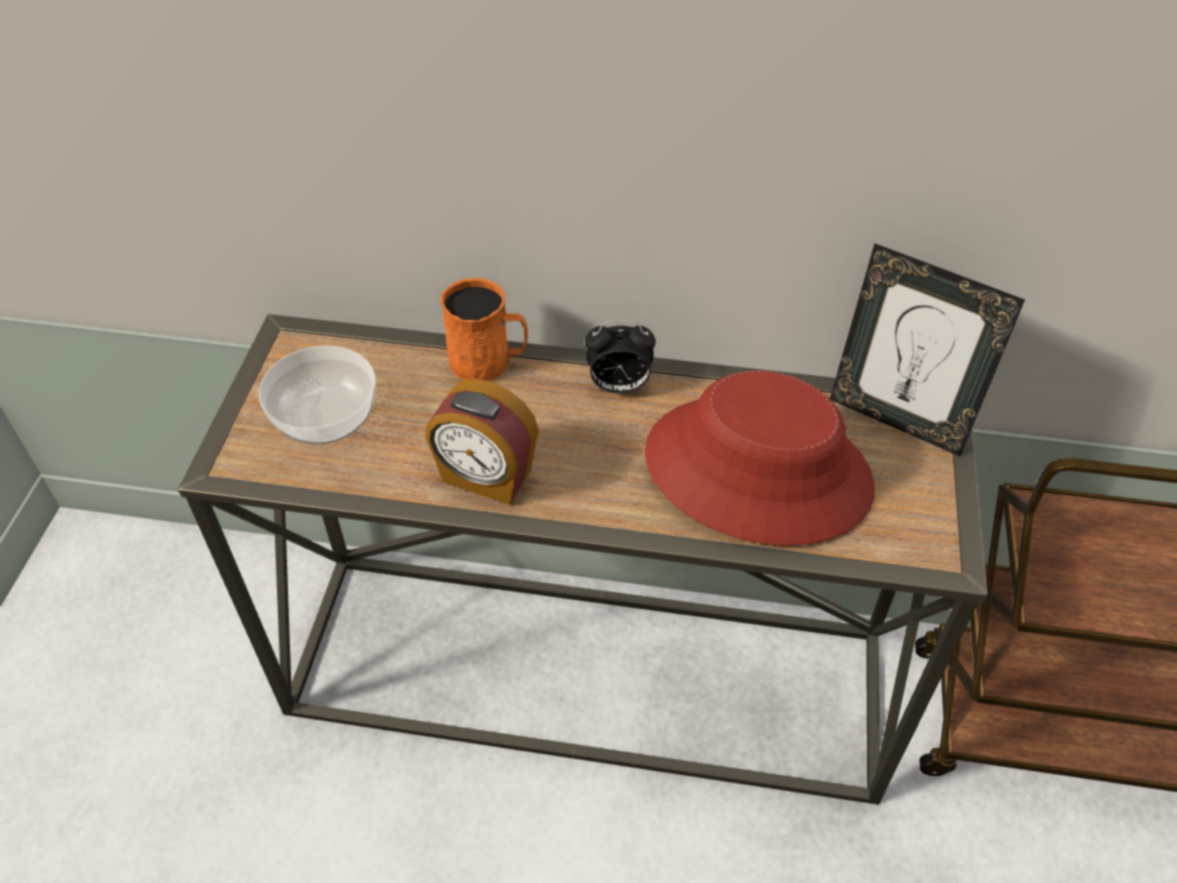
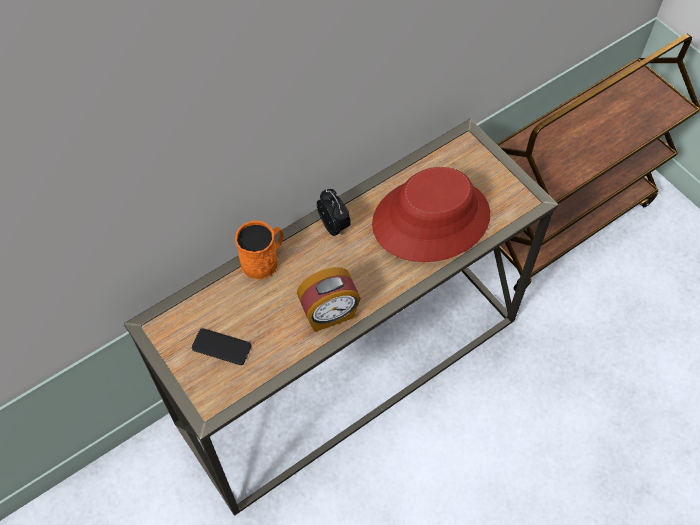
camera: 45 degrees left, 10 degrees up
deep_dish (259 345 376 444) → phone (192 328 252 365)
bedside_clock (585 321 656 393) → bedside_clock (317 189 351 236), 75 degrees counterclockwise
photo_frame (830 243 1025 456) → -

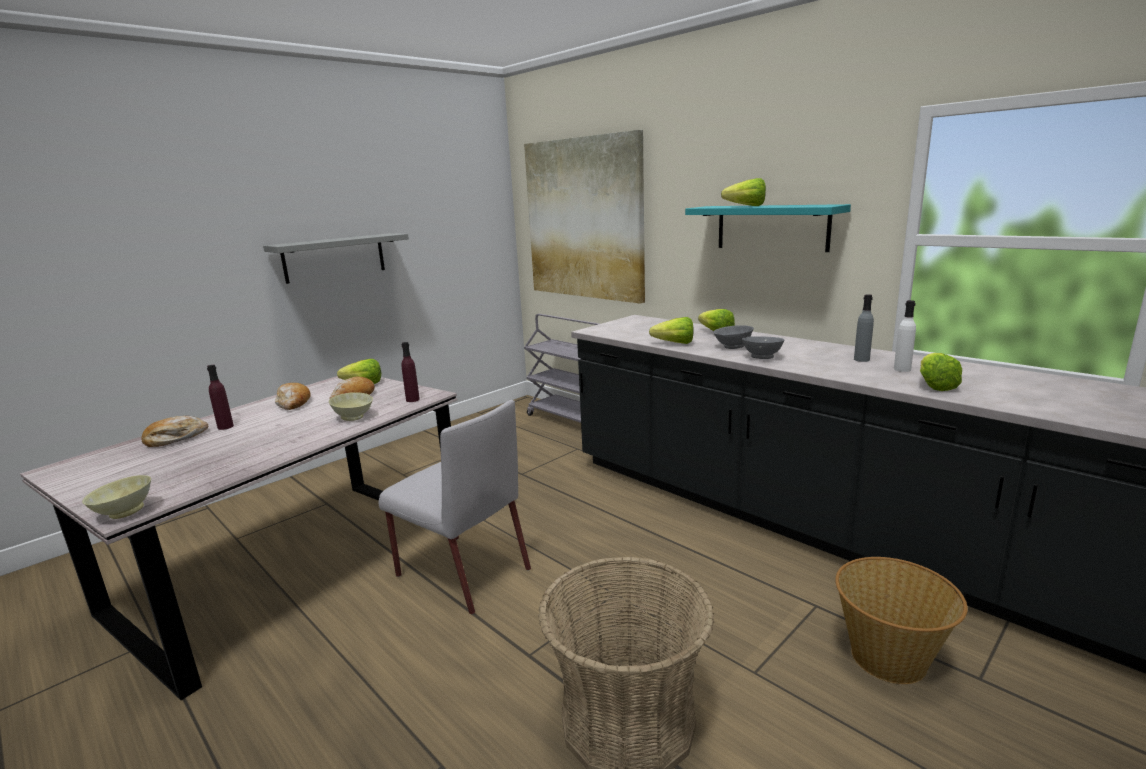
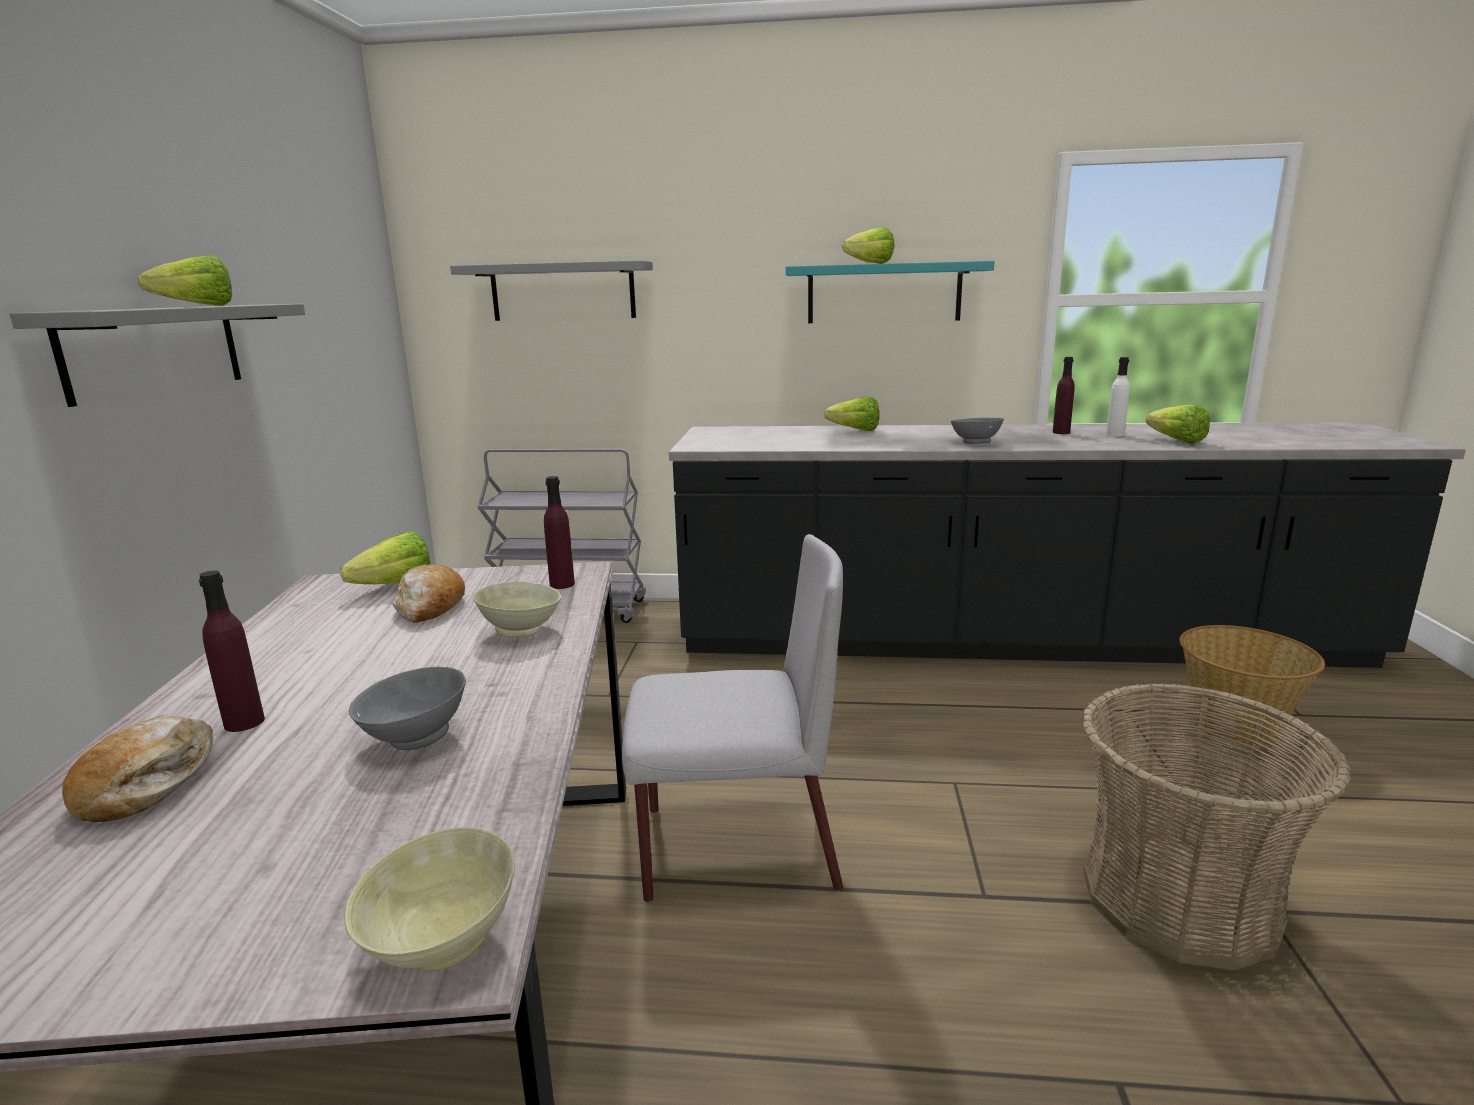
camera: 40 degrees left, 0 degrees up
head_of_lettuce (649 317 693 344) → head_of_lettuce (138 255 232 306), relocated
greyish_deep_dish (714 325 754 349) → greyish_deep_dish (349 667 466 750), relocated
picture (524 130 645 304) → greyish_bracket_shelf (450 260 653 321)
greyish_beverage_bottle (854 294 874 362) → purplish_beverage_bottle (1053 357 1075 434)
baked_bread (275 383 311 410) → -

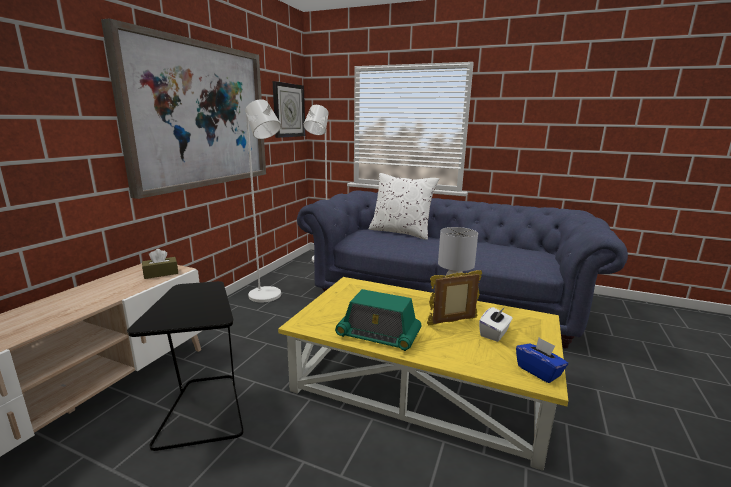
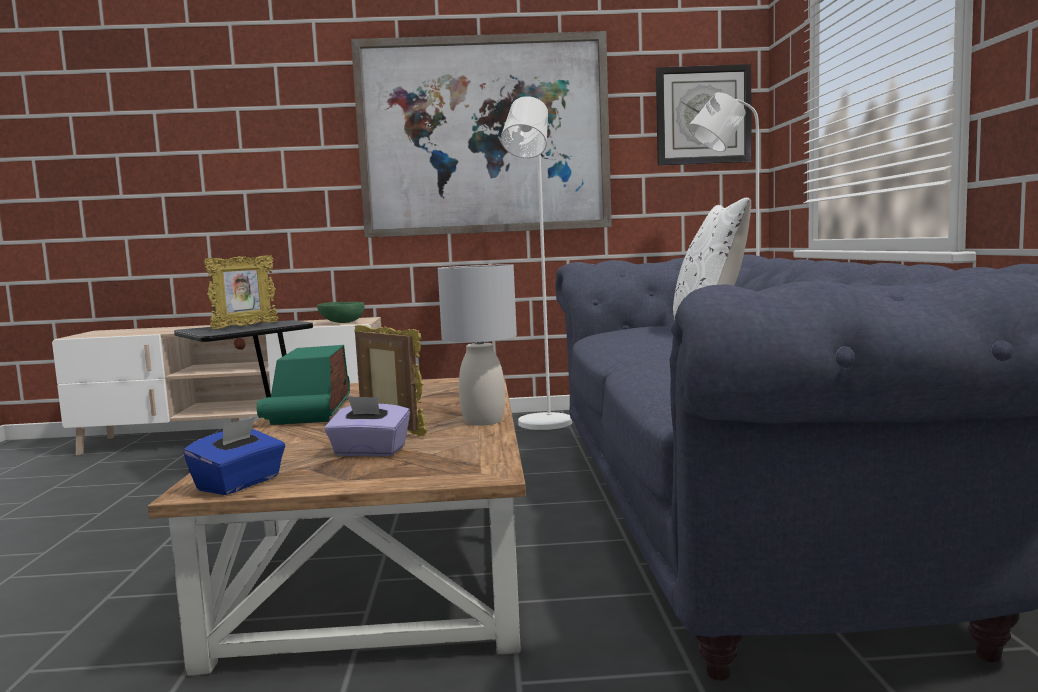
camera: 65 degrees right, 10 degrees down
yellow_low_table (278 277 568 471) → brownish_low_table (148 375 526 676)
- → photo_frame (204 255 278 329)
brownish_tissue_box (142 249 178 279) → green-coloured_deep_dish (317 302 364 323)
whitish_tissue_box (479 307 513 342) → purplish_tissue_box (325 396 410 457)

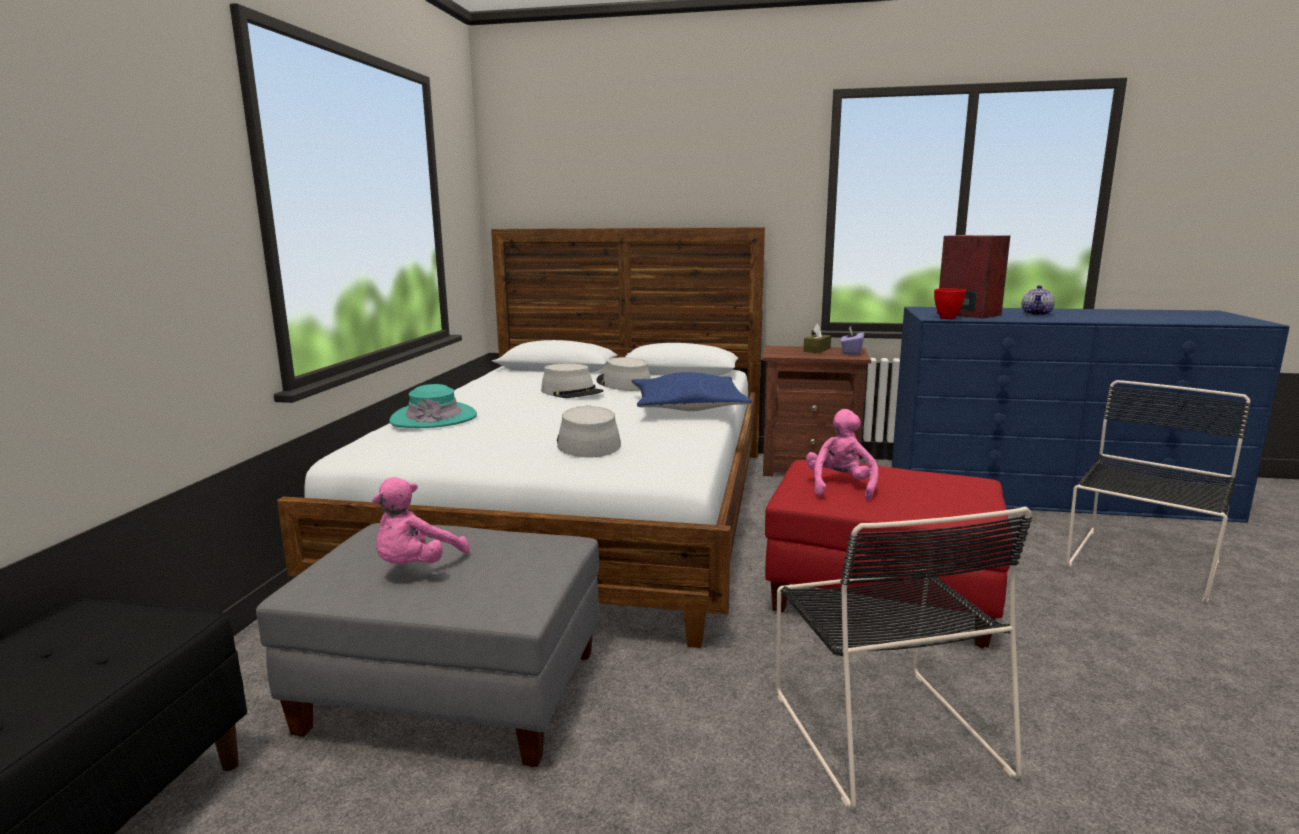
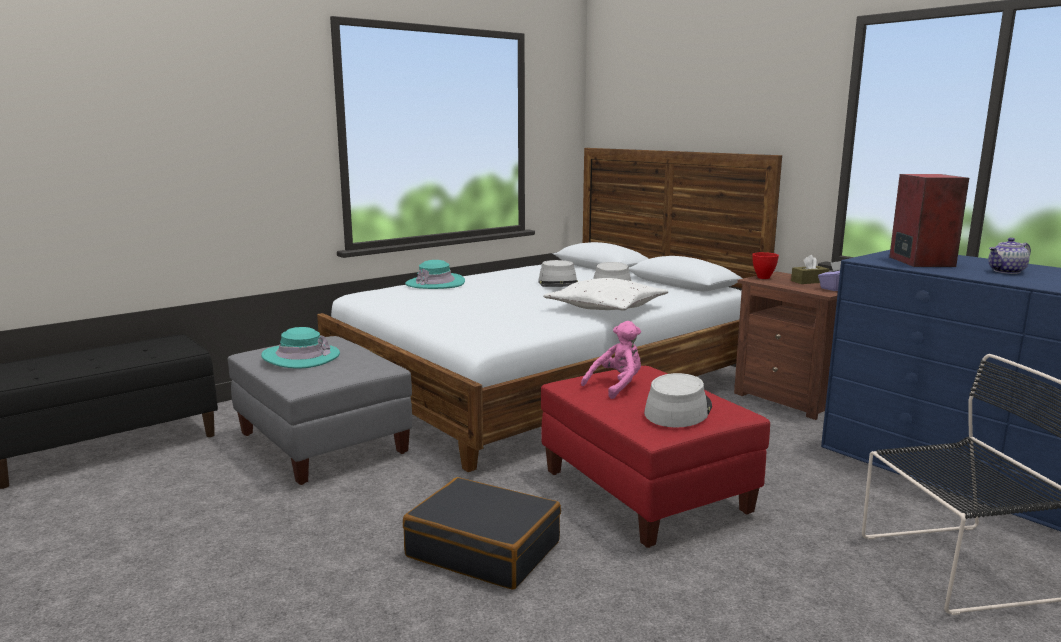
camera: 40 degrees right, 0 degrees up
pink-coloured_cuddly_toy (372 477 469 564) → turquoise-coloured_clothing_hat (261 327 340 368)
black_chair (776 507 1032 809) → black_piece_of_luggage (403 477 561 590)
bluish_pillow (632 372 752 411) → whitish_pillow (543 278 668 311)
greyish_clothing_hat (557 406 621 458) → greyish_clothing_hat (644 373 712 428), relocated
reddish_deep_dish (934 288 966 319) → reddish_deep_dish (752 252 779 279), relocated

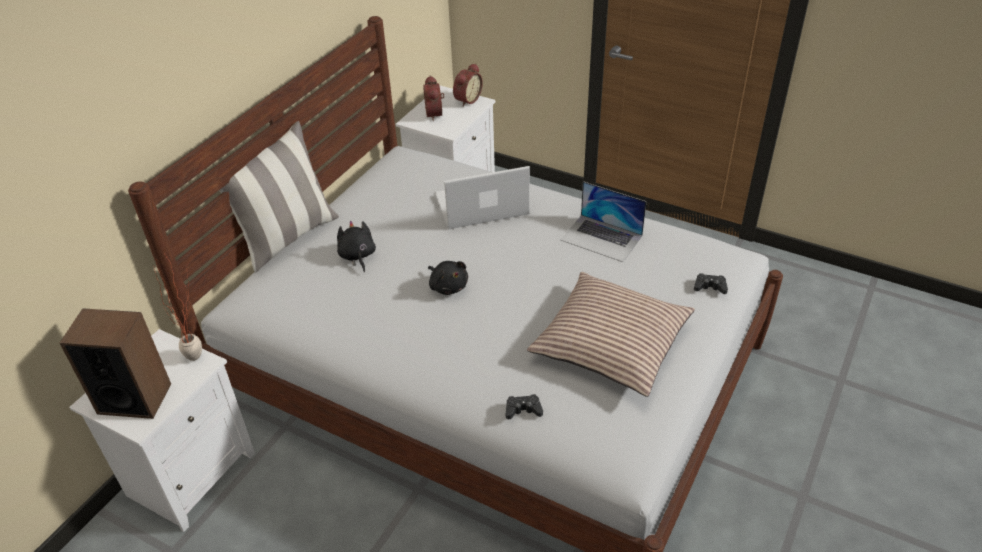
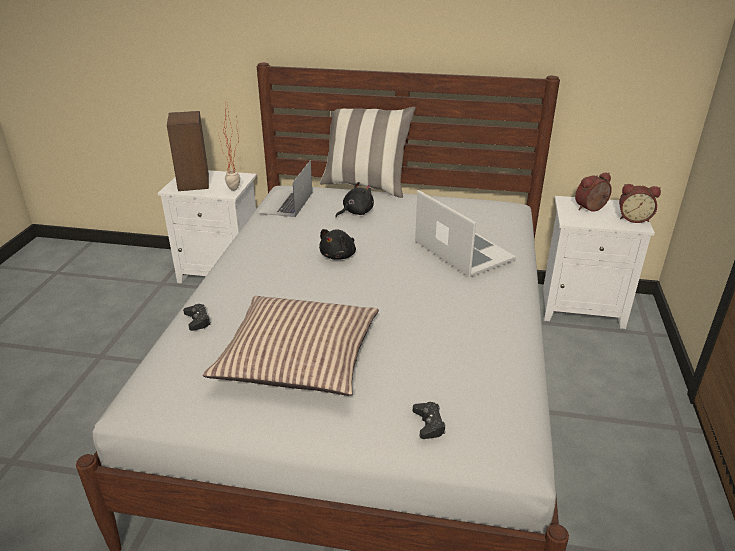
camera: 70 degrees right, 10 degrees down
notebook_computer (561 181 647 262) → notebook_computer (258 160 312 217), relocated

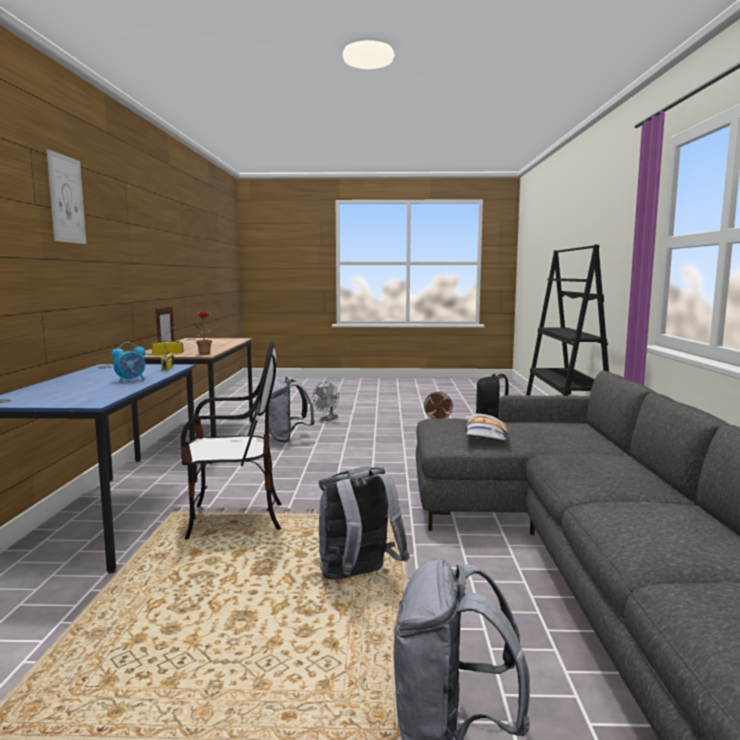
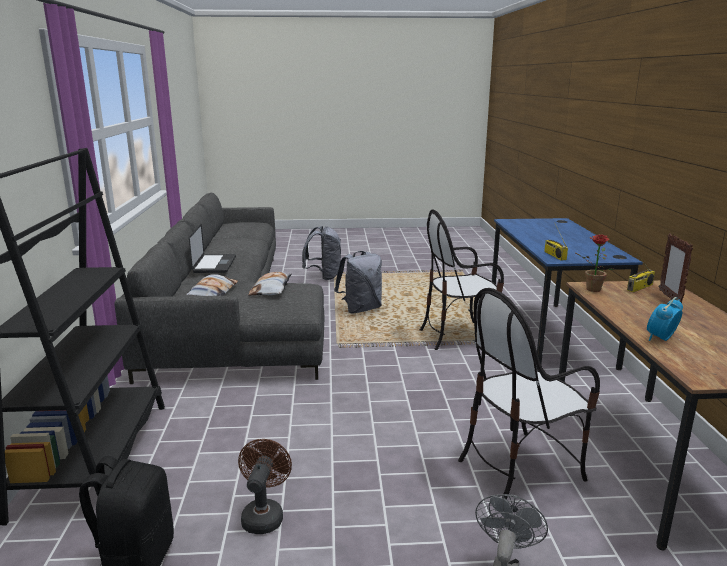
camera: 175 degrees right, 10 degrees up
- → pillow (186 274 238 296)
- → notebook_computer (189 224 236 273)
greyish_rucksack (265 377 315 443) → chair (458 288 600 499)
bedside_clock (112 342 146 382) → bedside_clock (647 297 683 341), relocated
picture (46 149 86 244) → -

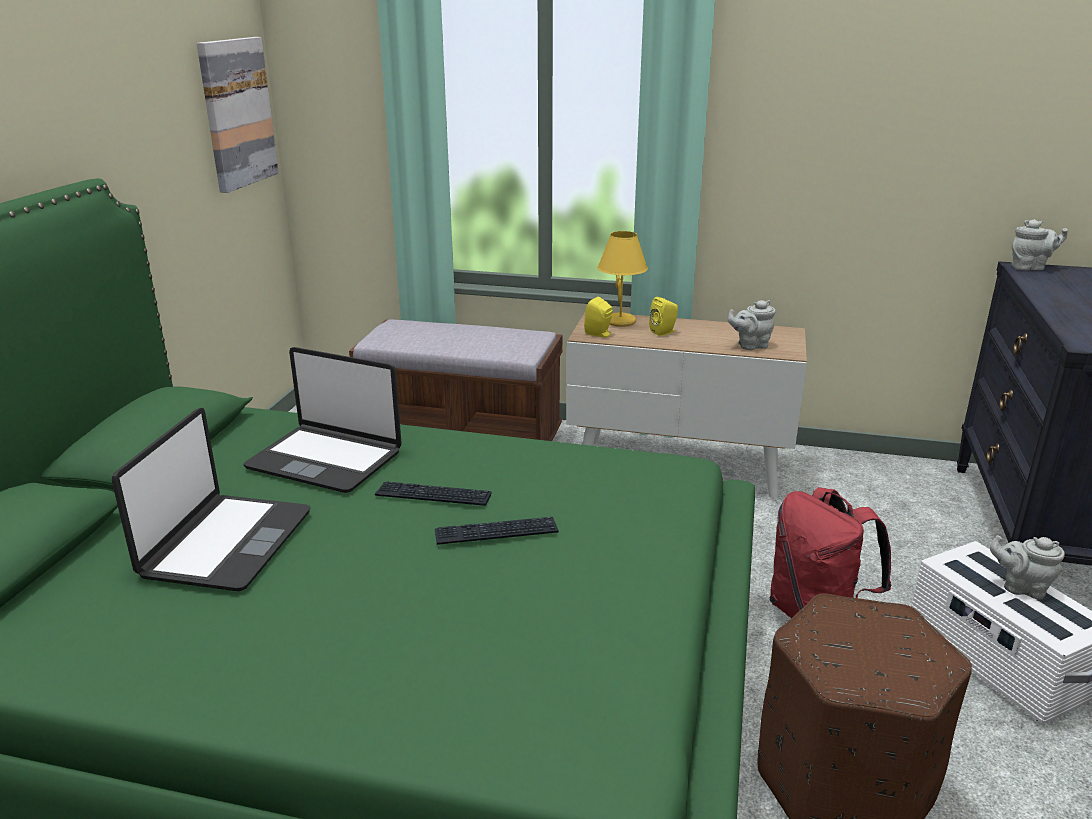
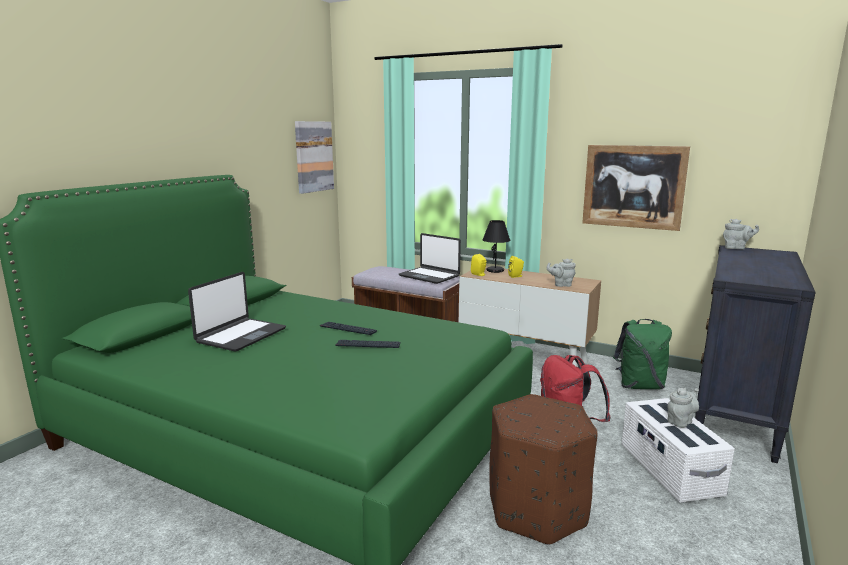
camera: 15 degrees right, 10 degrees down
notebook_computer (243 347 402 493) → notebook_computer (399 233 461 284), relocated
yellow_table_lamp (597 231 648 327) → black_table_lamp (482 220 511 273)
- → picture (582 145 690 231)
- → green-coloured_rucksack (613 319 672 389)
greyish_tea_pot (990 535 1065 599) → greyish_tea_pot (667 387 699 428), 105 degrees clockwise

